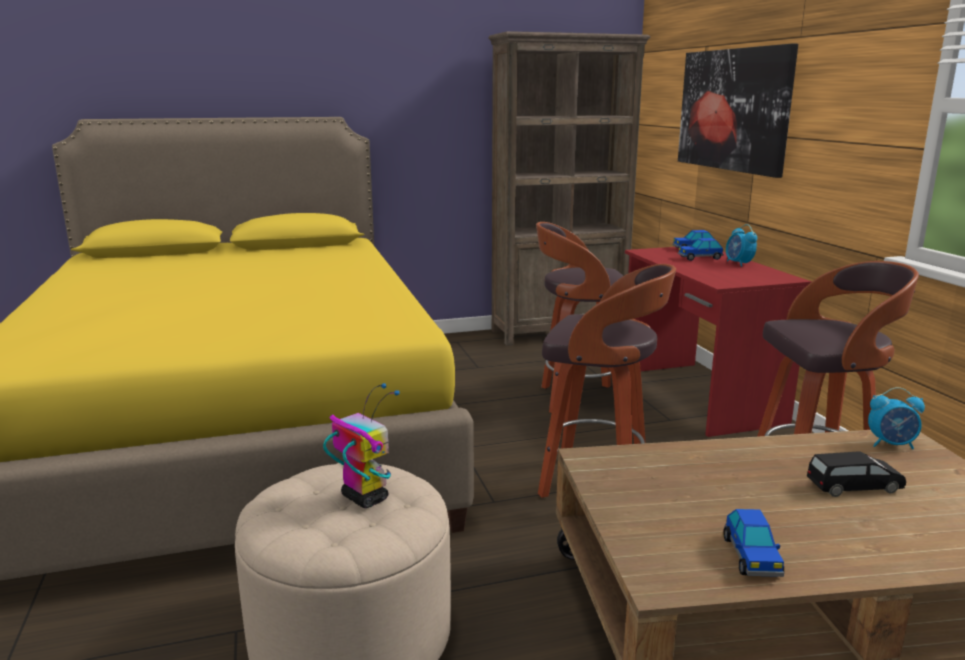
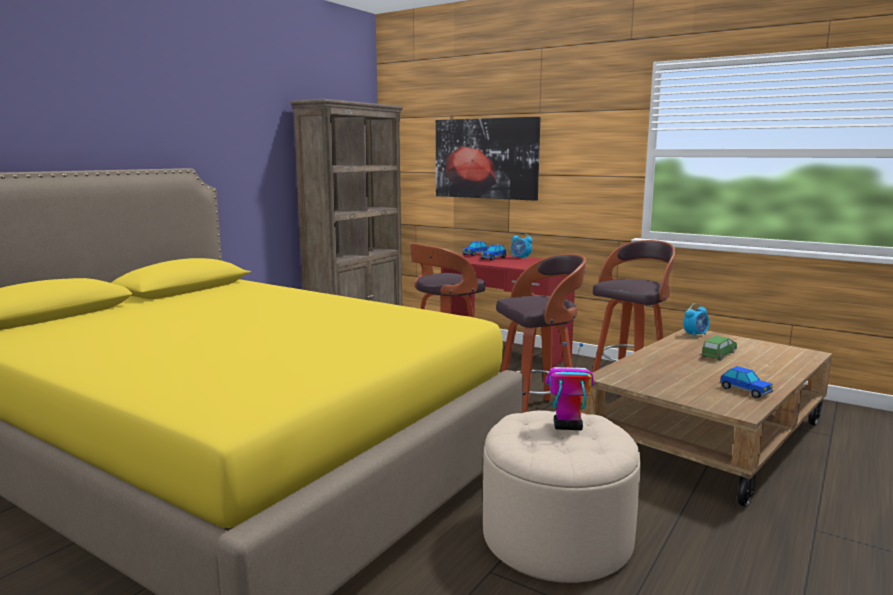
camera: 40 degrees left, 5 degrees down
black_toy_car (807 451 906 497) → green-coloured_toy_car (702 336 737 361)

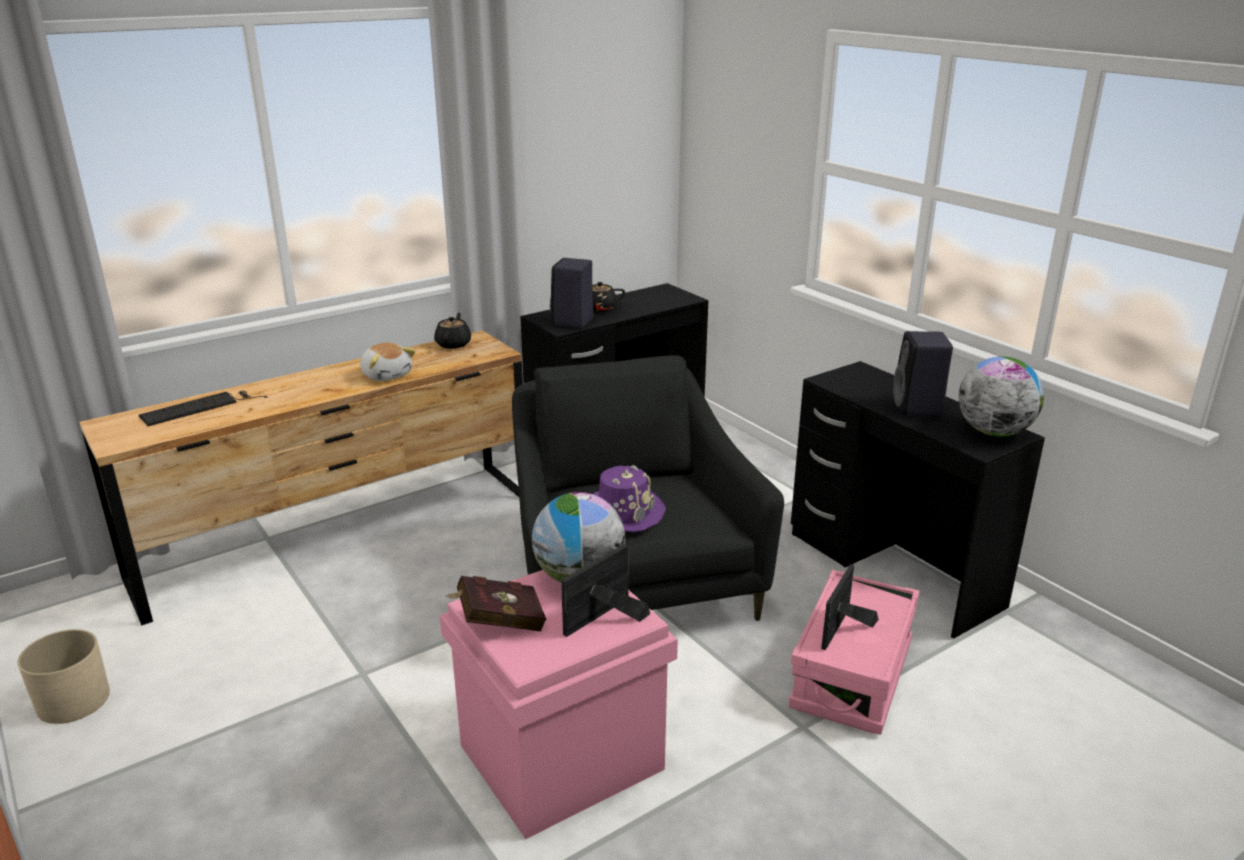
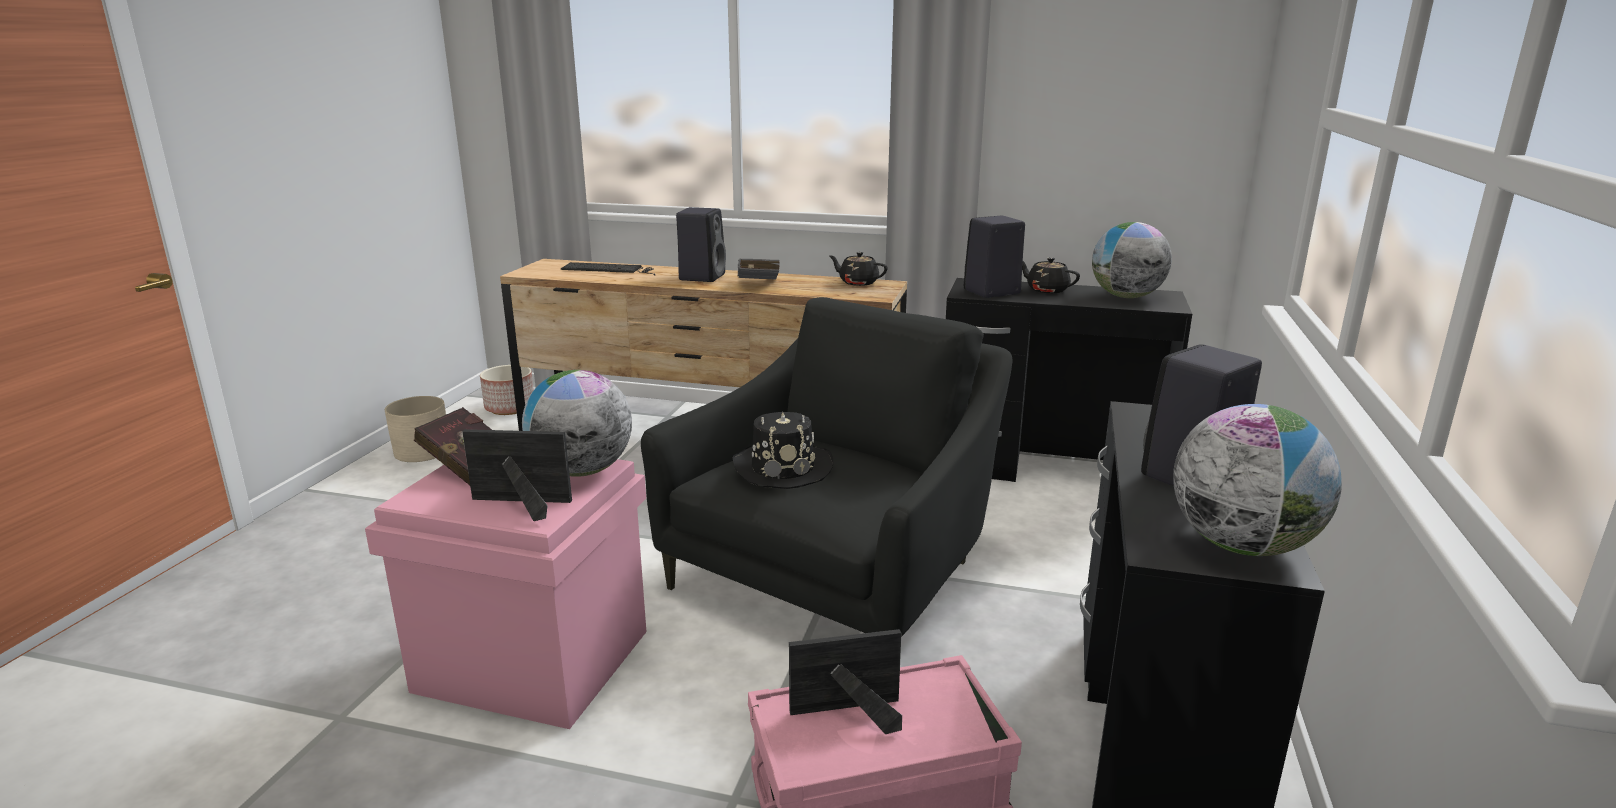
camera: 50 degrees right, 5 degrees down
- → plant_pot (480 365 534 415)
- → black_audio_speaker (676 207 726 282)
purplish_clothing_hat (593 465 666 532) → black_clothing_hat (733 412 833 489)
cuddly_toy (360 343 416 381) → greyish_book (738 259 779 280)
black_tea_pot (434 313 471 349) → black_tea_pot (829 252 888 286), 120 degrees counterclockwise
- → world_globe (1092 222 1172 298)

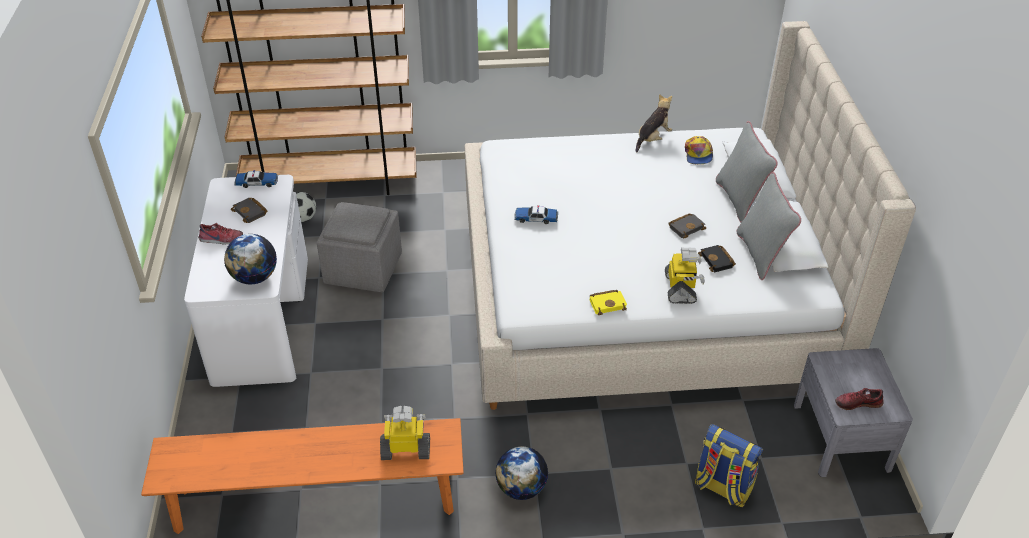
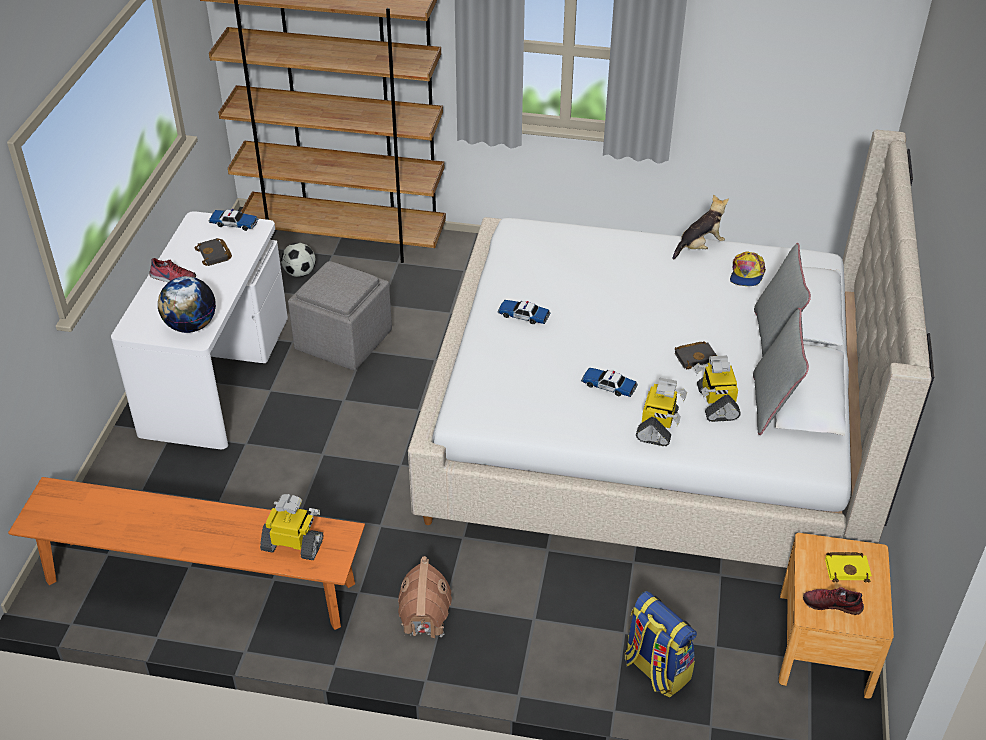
camera: 15 degrees right, 0 degrees up
world_globe (496 446 548 500) → model_house (398 556 452 638)
- → toy_car (581 368 638 397)
black_book (698 245 736 272) → robot_figure (694 356 740 422)
greyish_nightstand (794 348 913 477) → brownish_nightstand (778 533 894 699)
yellow_book (590 290 627 315) → yellow_book (825 552 872 583), relocated

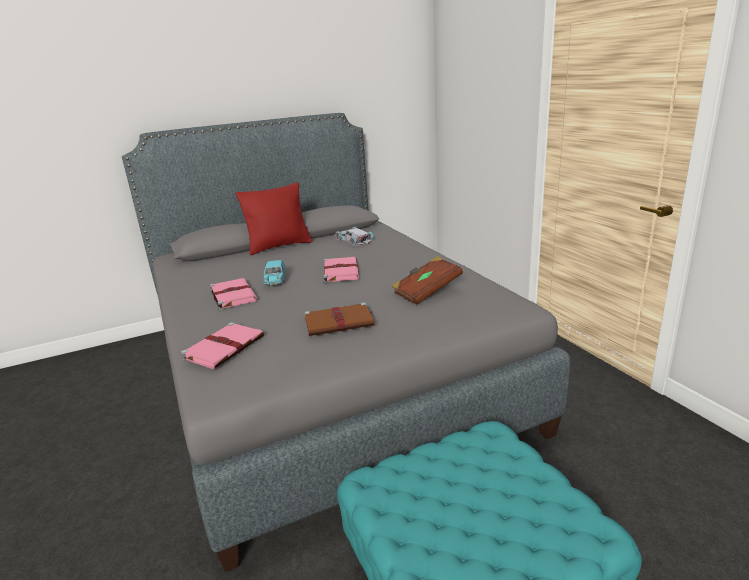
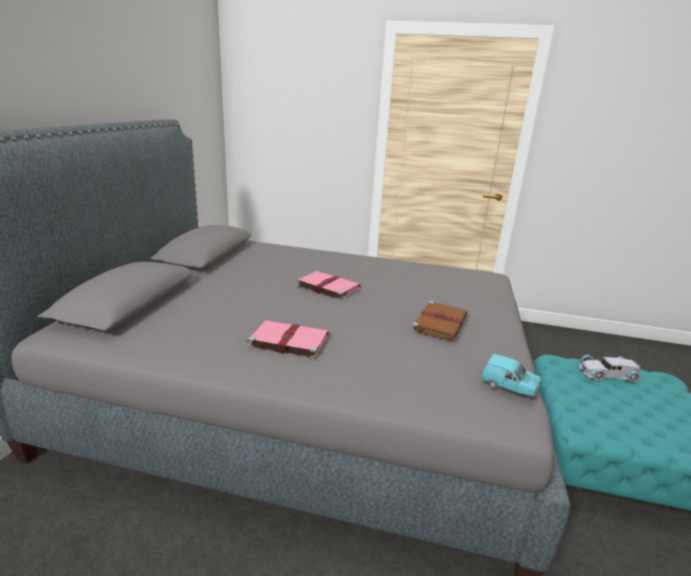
camera: 55 degrees left, 0 degrees up
turquoise-coloured_toy_car (263 260 286 286) → turquoise-coloured_toy_car (481 354 542 396), relocated
whitish_toy_car (335 227 373 246) → whitish_toy_car (579 355 641 383), relocated
pink-coloured_book (180 322 264 369) → -
reddish_pillow (236 182 312 255) → -
brownish_book (392 256 463 305) → -

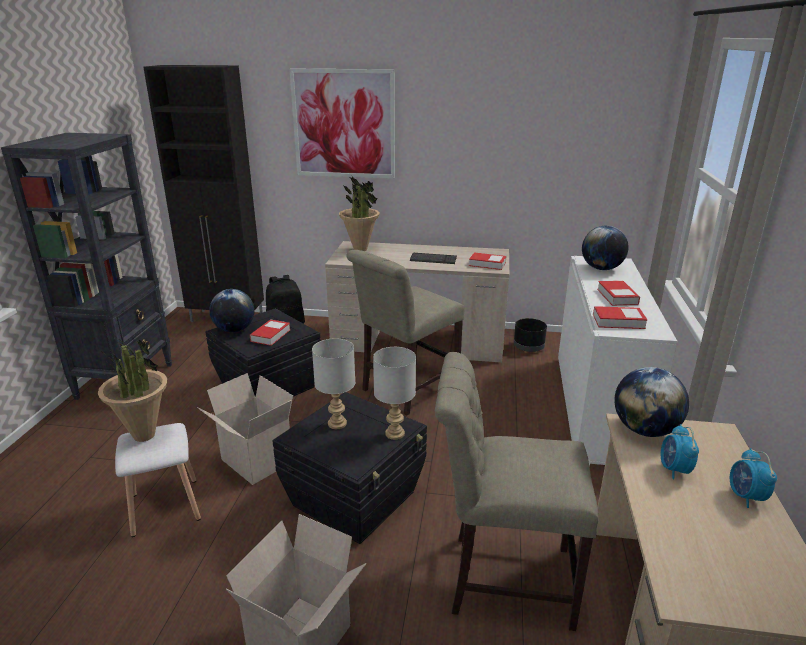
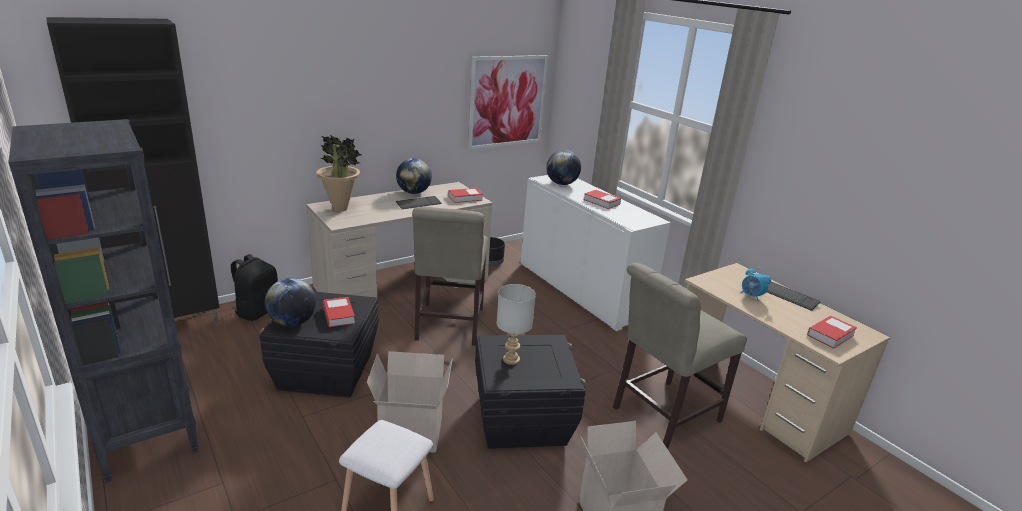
camera: 45 degrees left, 0 degrees up
world_globe (614 367 689 437) → world_globe (396 158 432 194), relocated
picture (289 68 395 178) → picture (468 55 548 150), relocated
bedside_clock (730 448 777 508) → computer_keyboard (767 282 821 311)
book (593 306 647 329) → book (807 316 857 348), relocated
plant_in_a_pot (98 337 167 442) → -
greyish_table_lamp (373 347 416 440) → -

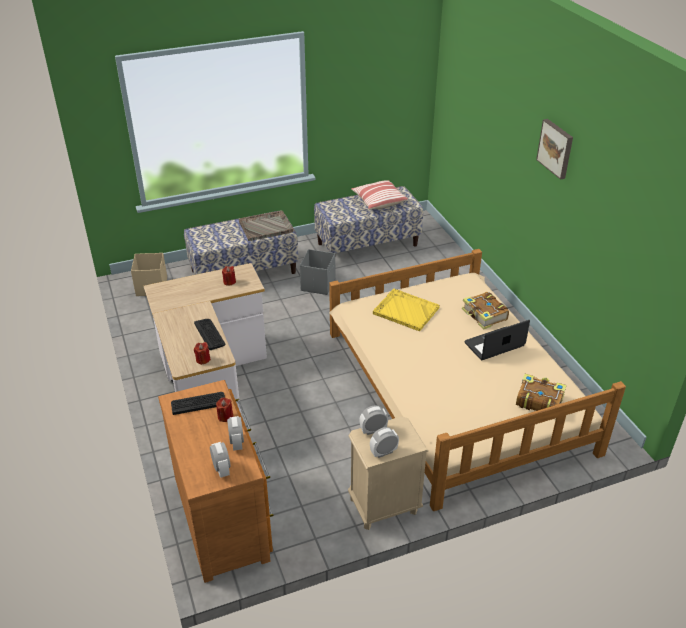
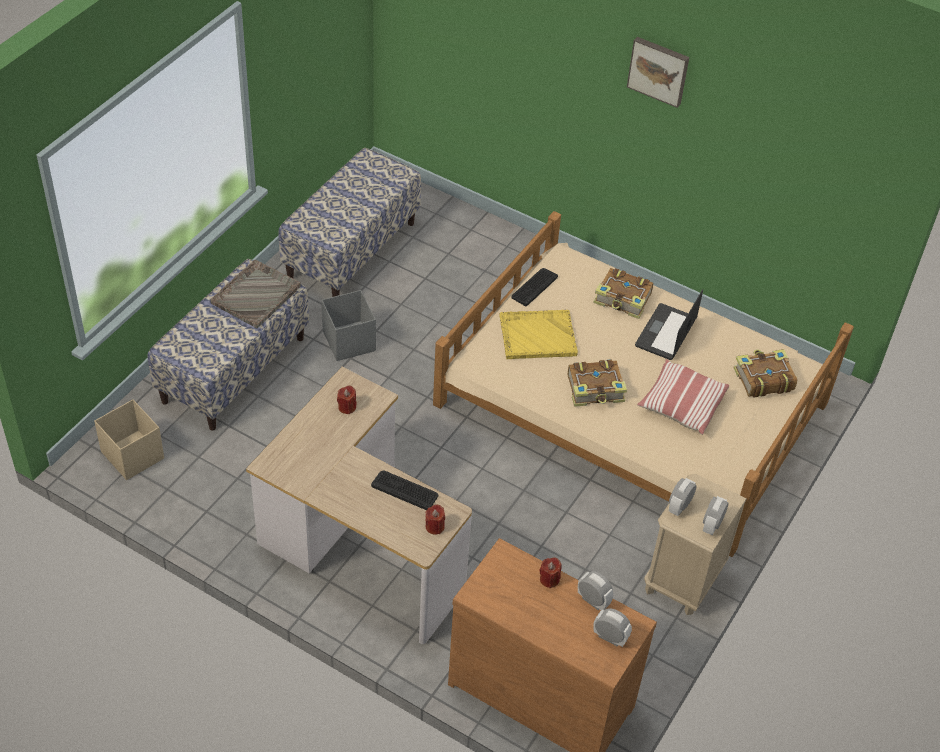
camera: 40 degrees left, 10 degrees up
computer_keyboard (171 392 225 415) → computer_keyboard (511 268 558 306), relocated
- → book (568 359 627 407)
pillow (351 180 408 209) → pillow (637 359 729 435), relocated

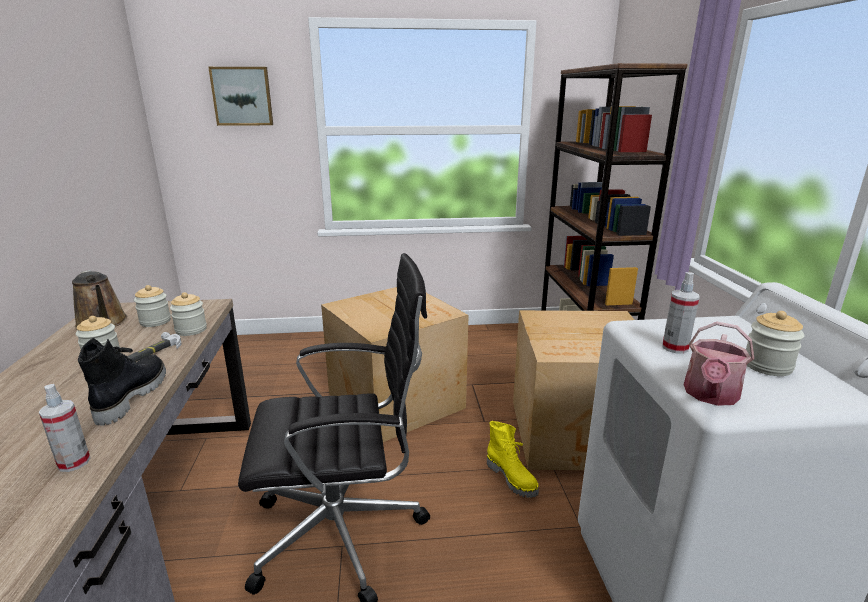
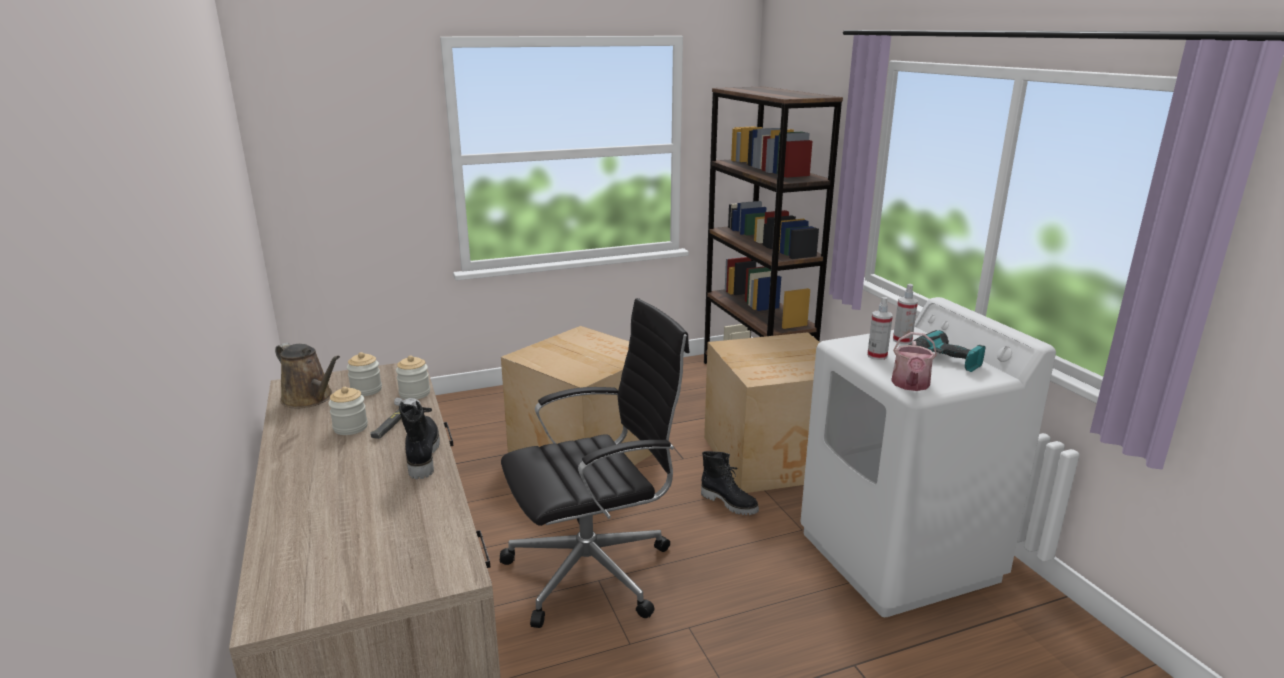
camera: 15 degrees left, 0 degrees up
yellow_boot (487 421 539 498) → black_boot (701 451 759 515)
spray_bottle (39 384 90 472) → spray_bottle (893 284 918 344), relocated
storage_jar (746 311 804 376) → drill (908 330 985 372)
picture (208 67 273 126) → -

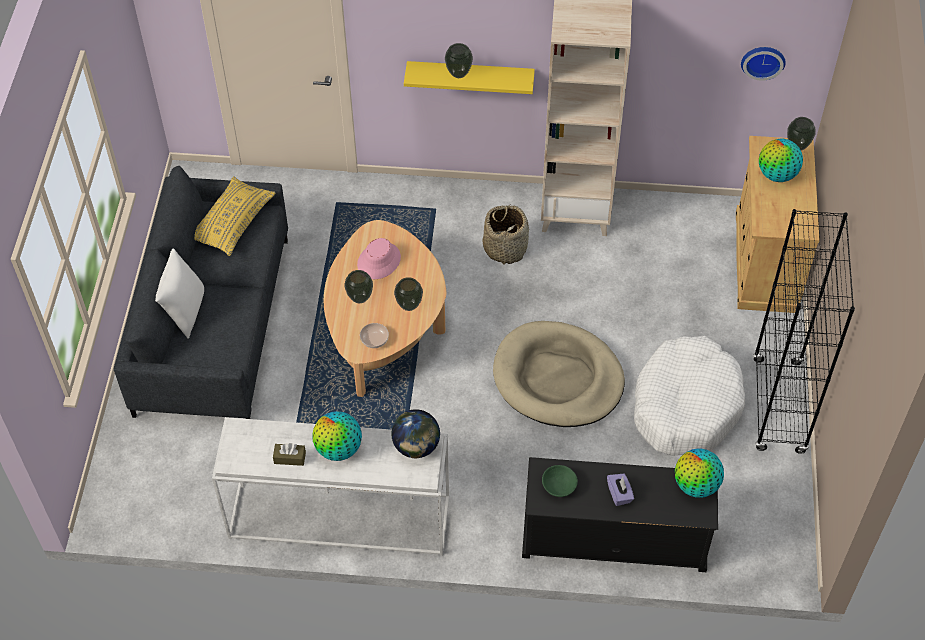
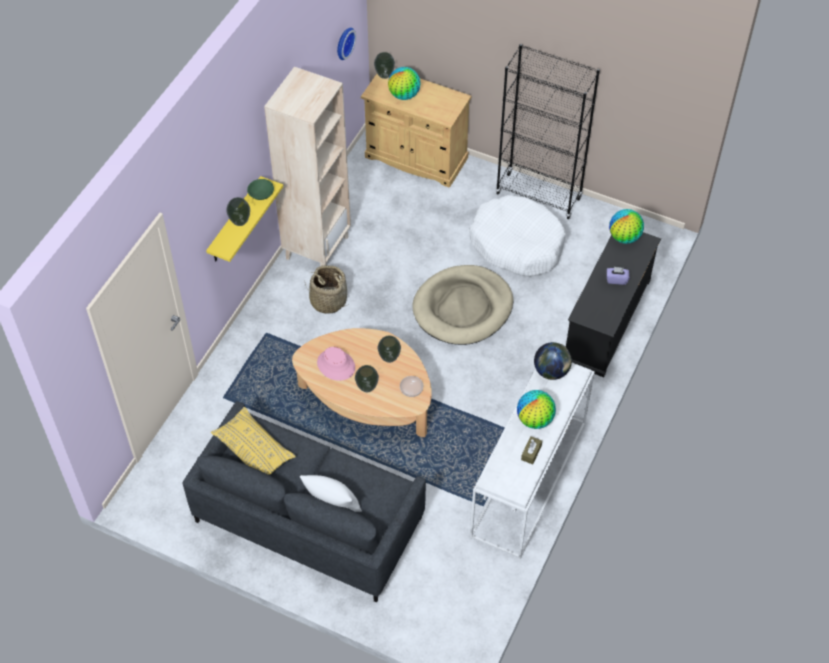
camera: 70 degrees left, 0 degrees up
green-coloured_deep_dish (542 465 578 497) → green-coloured_deep_dish (247 179 274 200), relocated

